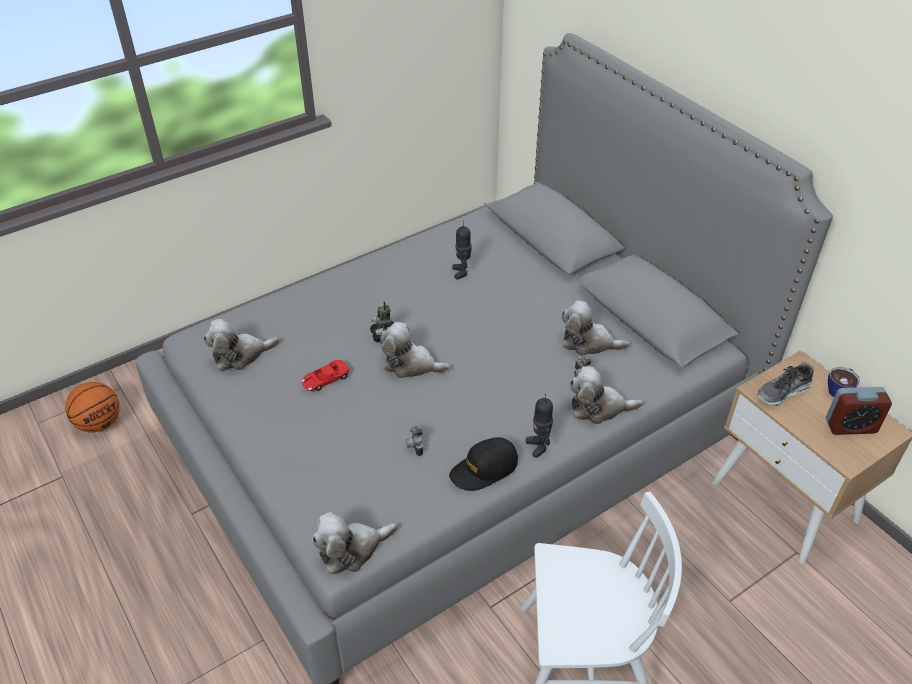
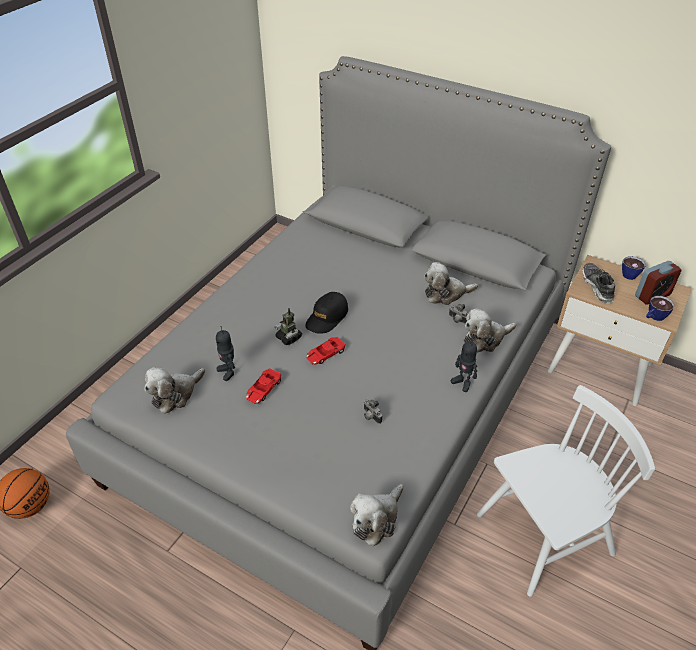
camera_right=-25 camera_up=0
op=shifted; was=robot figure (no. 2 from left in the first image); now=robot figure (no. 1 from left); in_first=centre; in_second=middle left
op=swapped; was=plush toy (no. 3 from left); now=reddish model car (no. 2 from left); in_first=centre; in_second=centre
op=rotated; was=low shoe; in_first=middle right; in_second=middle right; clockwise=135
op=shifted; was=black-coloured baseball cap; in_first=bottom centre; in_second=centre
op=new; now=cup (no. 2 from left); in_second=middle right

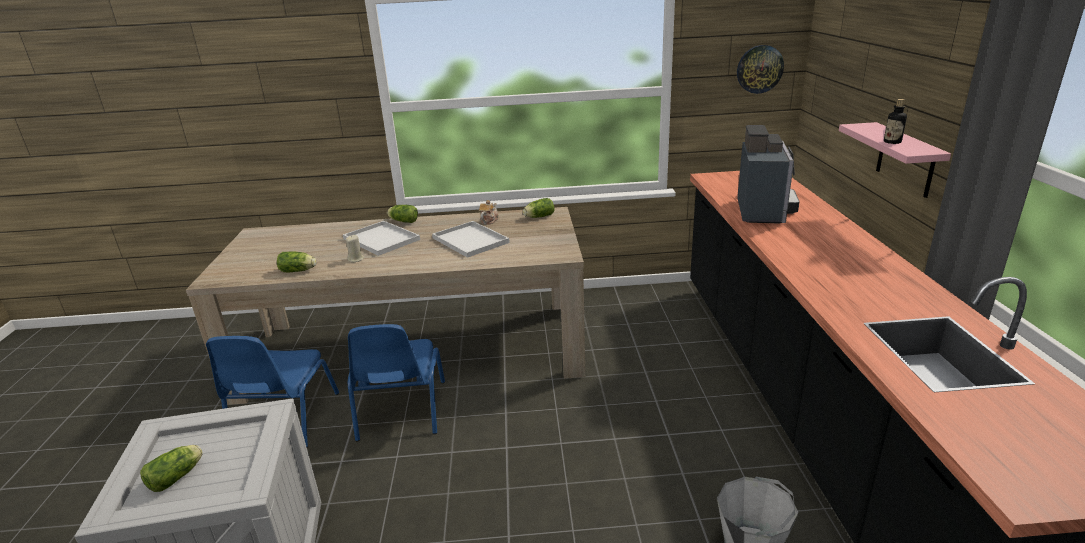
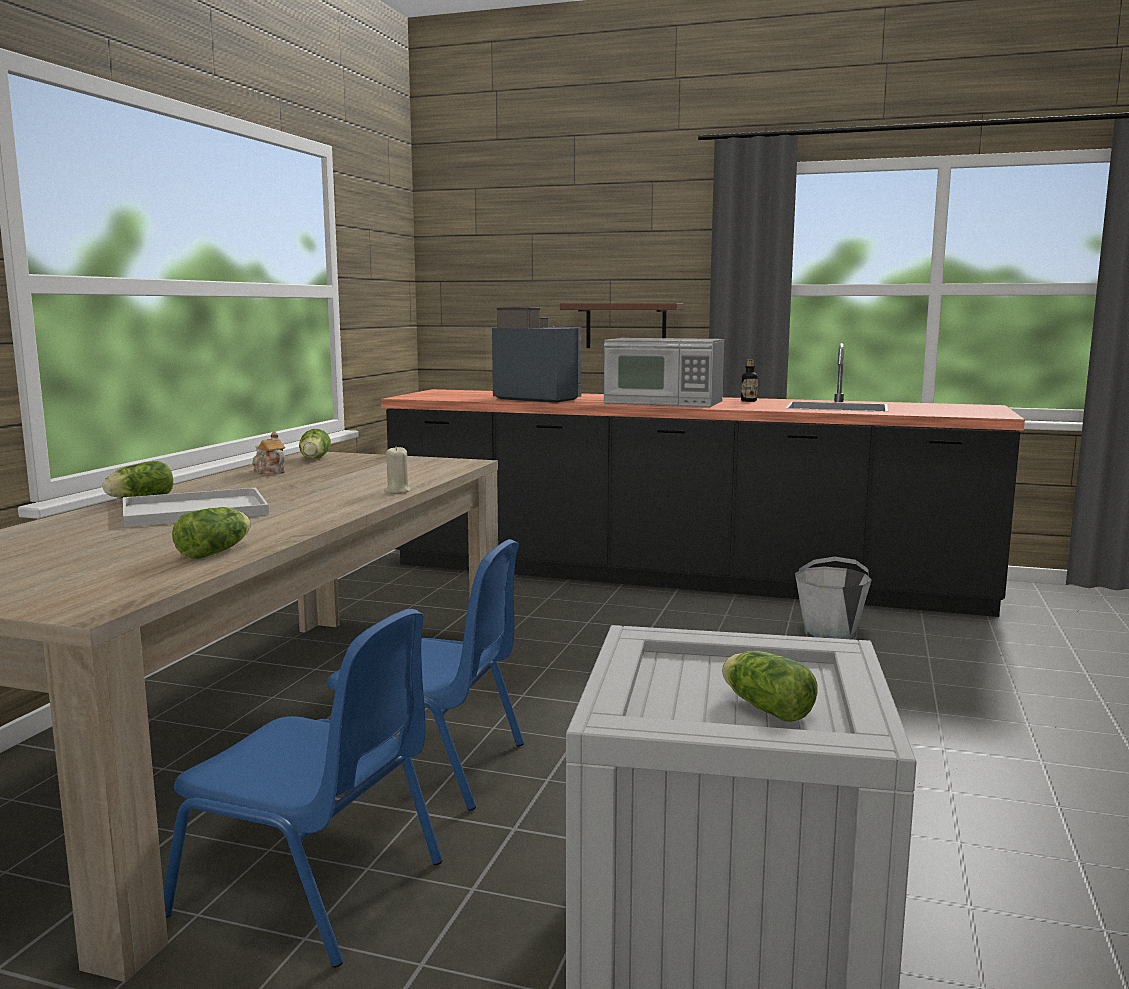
camera_right=-70 camera_up=-15
op=gone; was=clock on the wall; in_first=top right
op=shifted; was=bottle; in_first=top right; in_second=centre
op=repainted; was=pinkish shelf; now=brownish shelf; in_first=top right; in_second=top centre
op=gone; was=white-coloured tray (no. 2 from left); in_first=centre
op=shifted; was=beige wax light; in_first=middle left; in_second=centre
op=new; now=kitchen microwave; in_second=centre

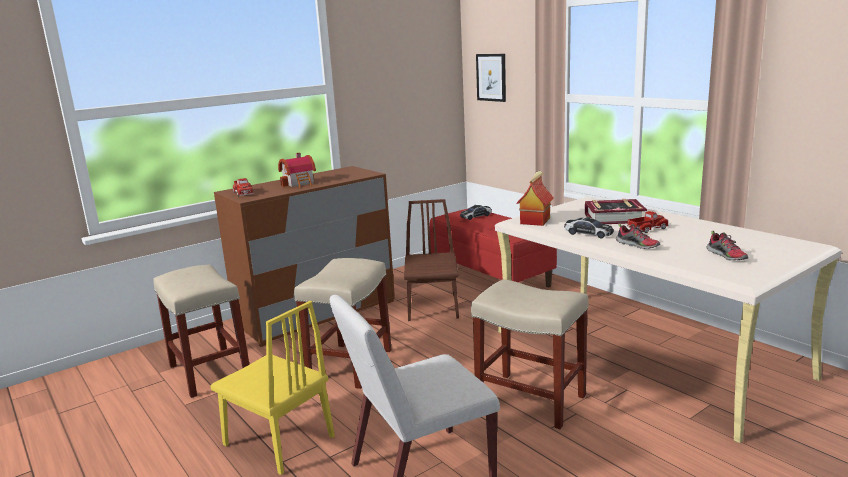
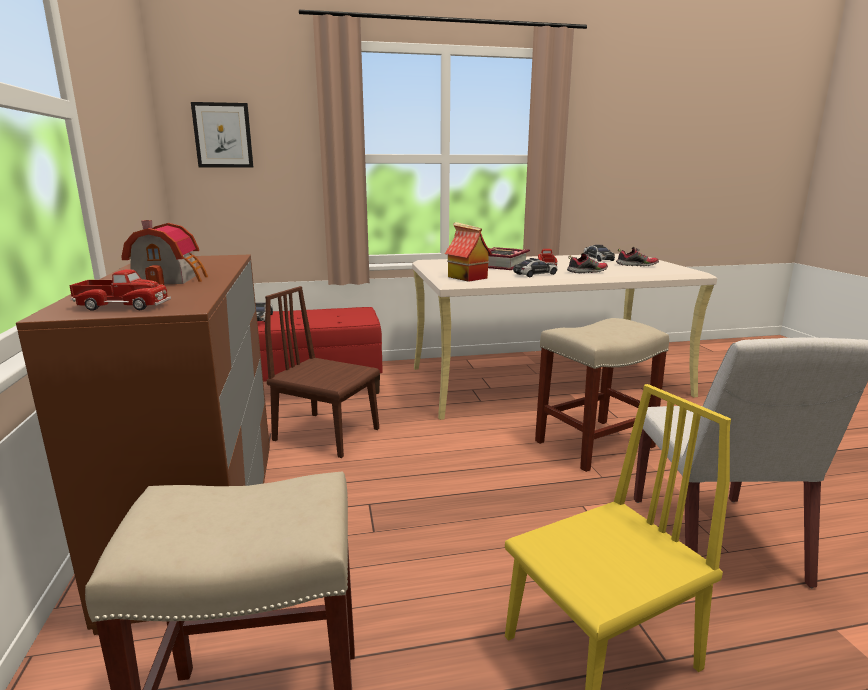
camera_right=-65 camera_up=0
op=gone; was=beige stool (no. 2 from left); in_first=bottom centre
op=new; now=model car (no. 3 from left); in_second=middle right

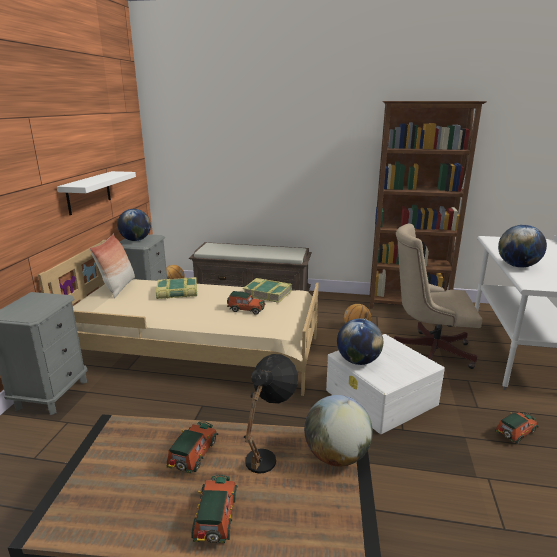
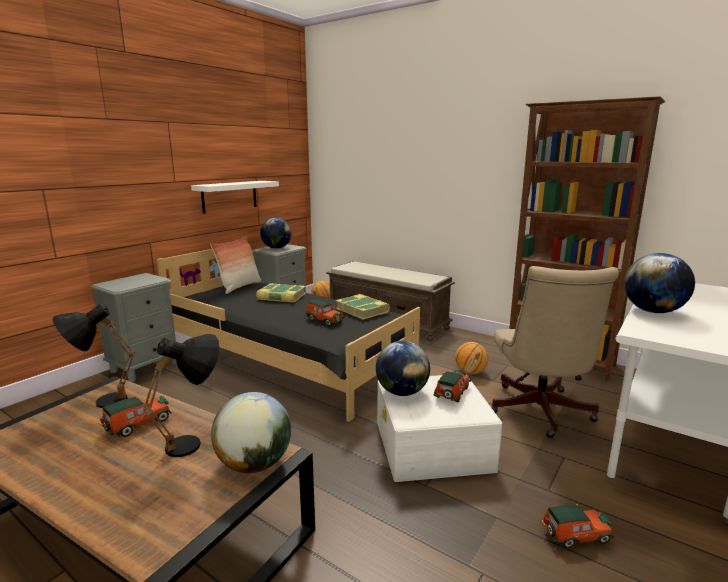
camera_right=25 camera_up=-5
op=rotated; was=beige office chair; in_first=middle right; in_second=middle right; clockwise=-120
op=repainted; was=beige bed; now=black-coloured bed; in_first=middle left; in_second=centre
op=shifted; was=model car (no. 2 from left in the first image); now=model car (no. 3 from left); in_first=bottom centre; in_second=centre
op=new; now=black-coloured table lamp (no. 1 from left); in_second=middle left

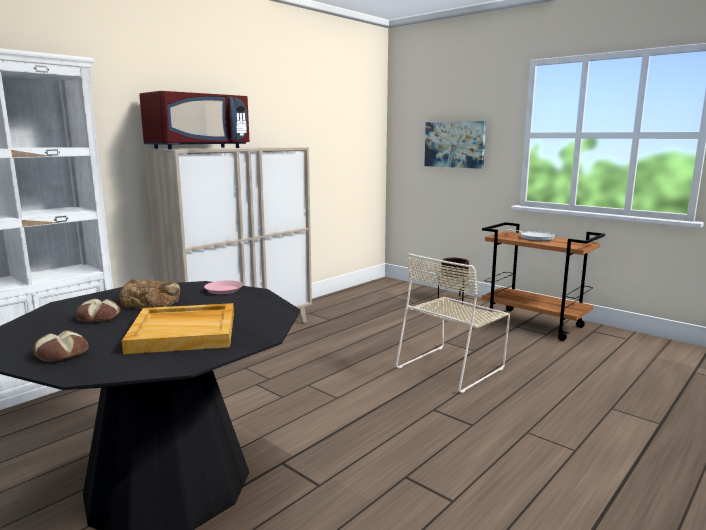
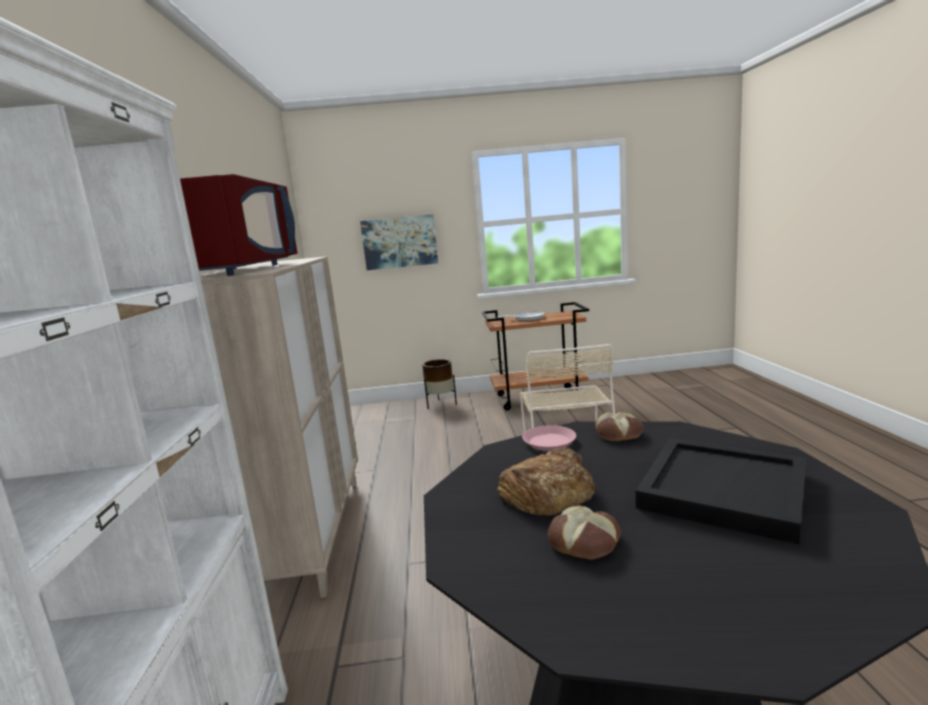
camera_right=-45 camera_up=0
op=repainted; was=beige tray; now=black-coloured tray; in_first=middle left; in_second=bottom right
op=shifted; was=baked bread (no. 1 from left in the first image); now=baked bread (no. 3 from left); in_first=middle left; in_second=middle right

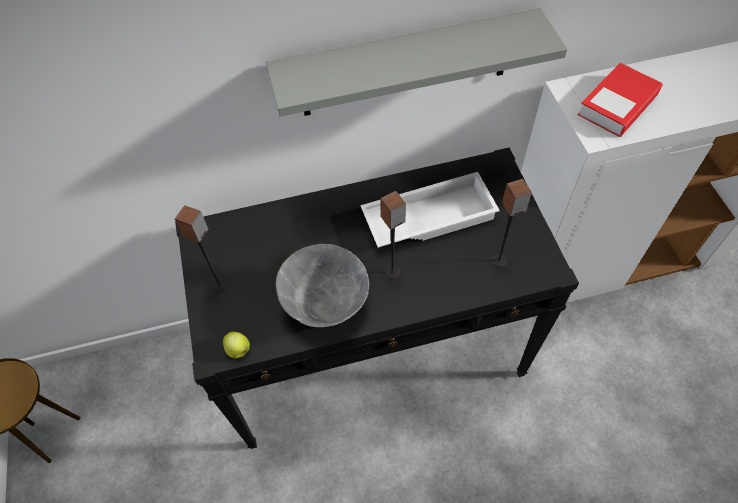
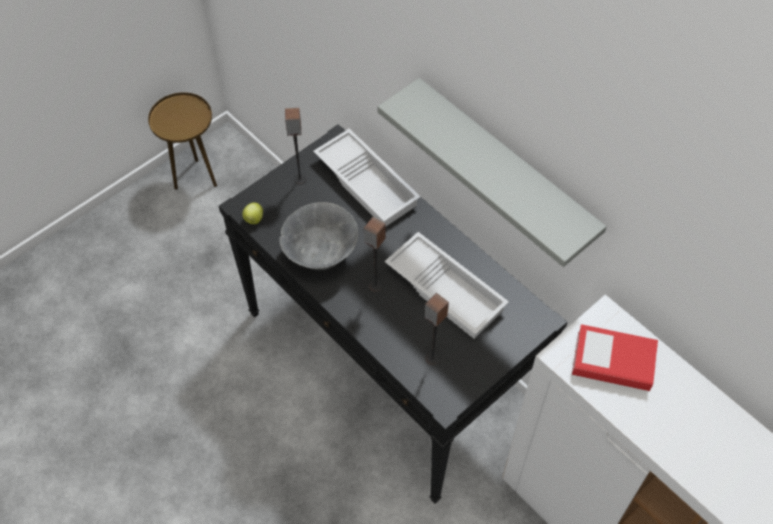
camera_right=60 camera_up=0
op=new; now=white-coloured tray (no. 1 from left); in_second=centre

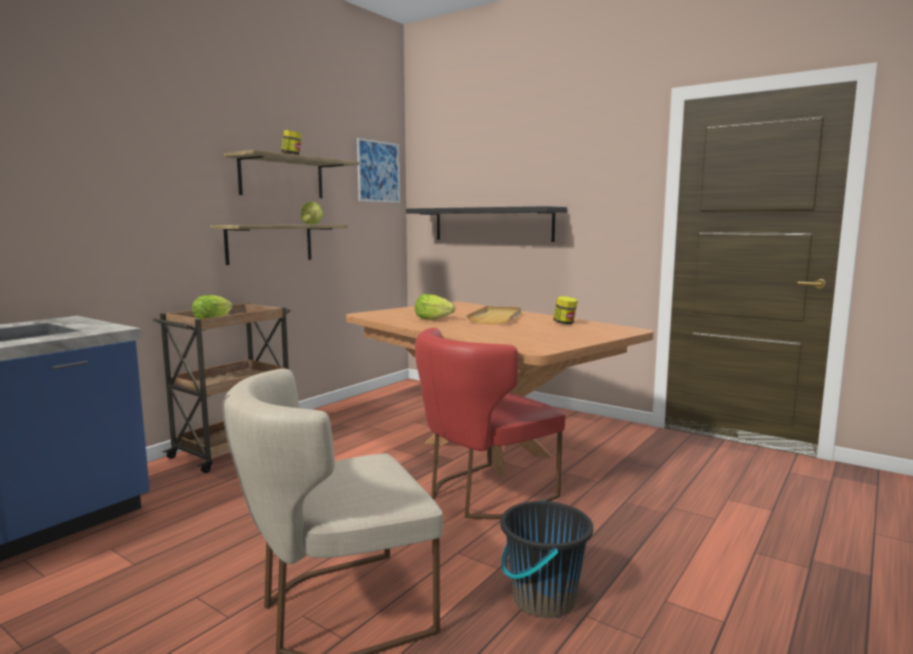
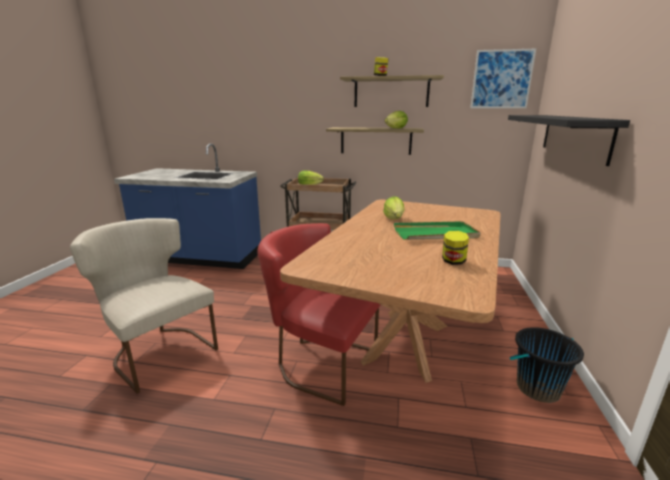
camera_right=65 camera_up=10
op=repainted; was=beige tray; now=greenish tray; in_first=centre; in_second=centre
op=shifted; was=black-coloured bucket; in_first=bottom centre; in_second=bottom right

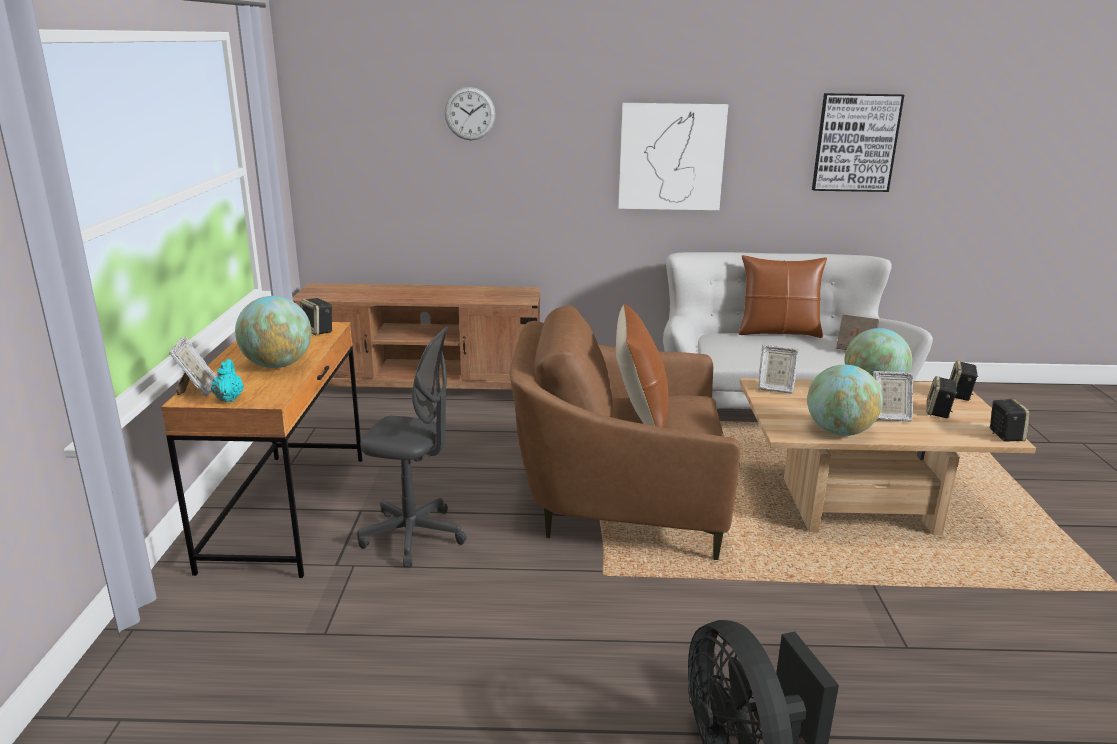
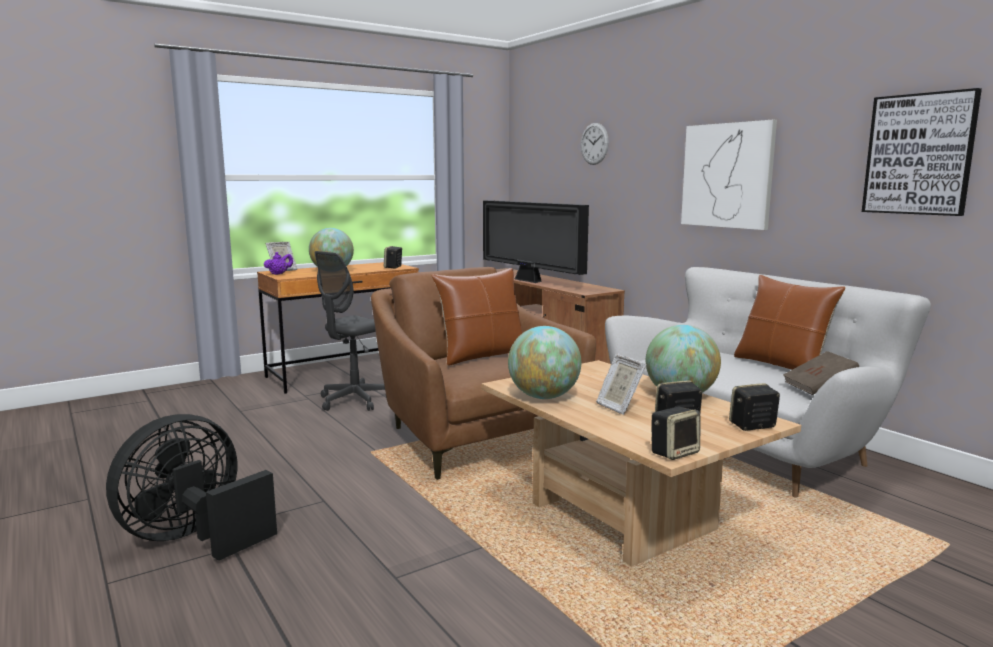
camera_right=55 camera_up=-10
op=rotated; was=grey office chair; in_first=centre; in_second=centre; clockwise=60
op=gone; was=photo frame (no. 2 from left); in_first=middle right
op=repainted; was=turquoise-coloured teapot; now=purplish teapot; in_first=middle left; in_second=middle left
op=new; now=television; in_second=centre

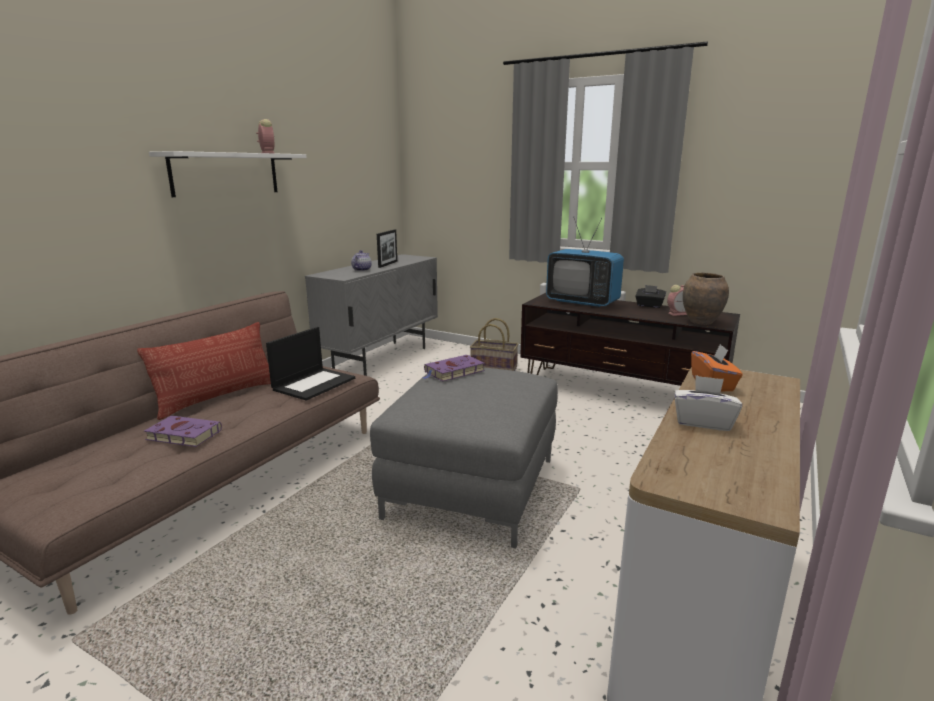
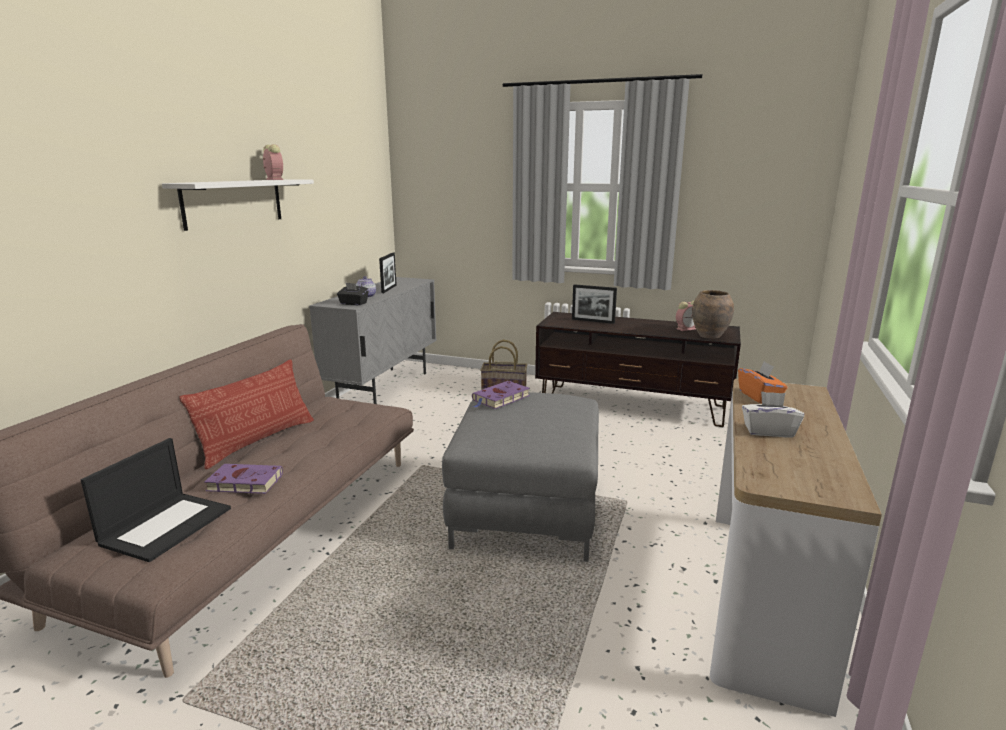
camera_right=-10 camera_up=0
op=swapped; was=television; now=photo frame (no. 2 from left); in_first=centre; in_second=centre
op=shifted; was=black-coloured box of tissues; in_first=middle right; in_second=centre
op=shifted; was=notebook computer; in_first=middle left; in_second=bottom left

